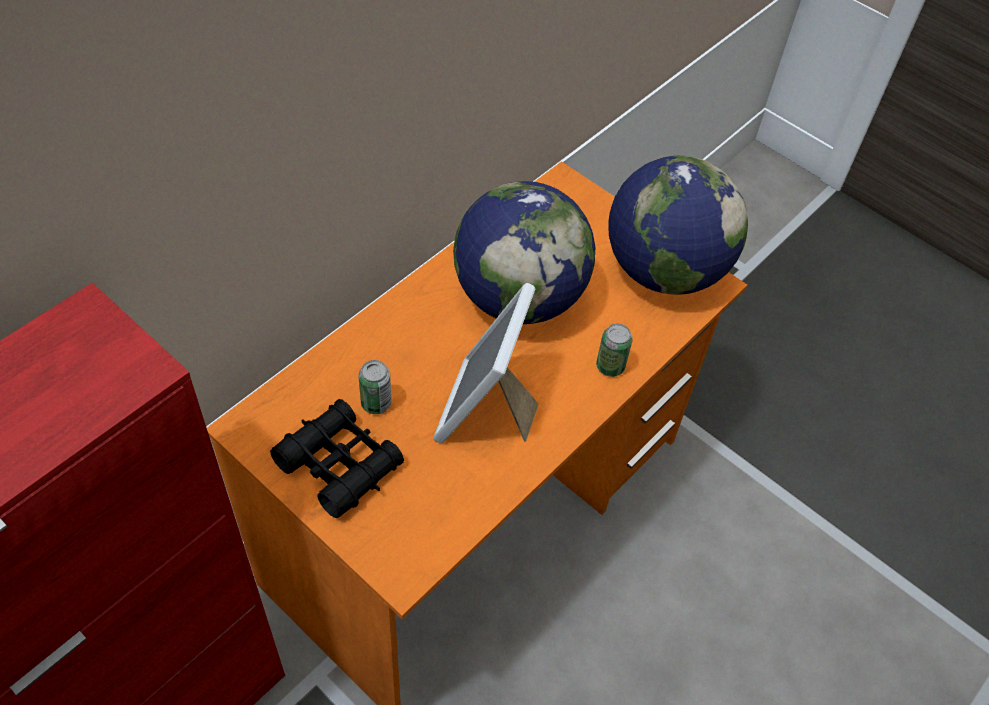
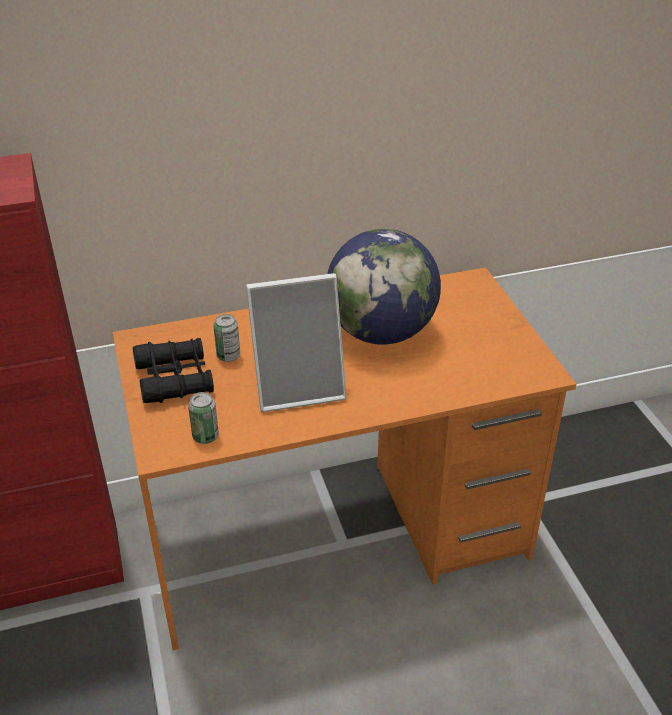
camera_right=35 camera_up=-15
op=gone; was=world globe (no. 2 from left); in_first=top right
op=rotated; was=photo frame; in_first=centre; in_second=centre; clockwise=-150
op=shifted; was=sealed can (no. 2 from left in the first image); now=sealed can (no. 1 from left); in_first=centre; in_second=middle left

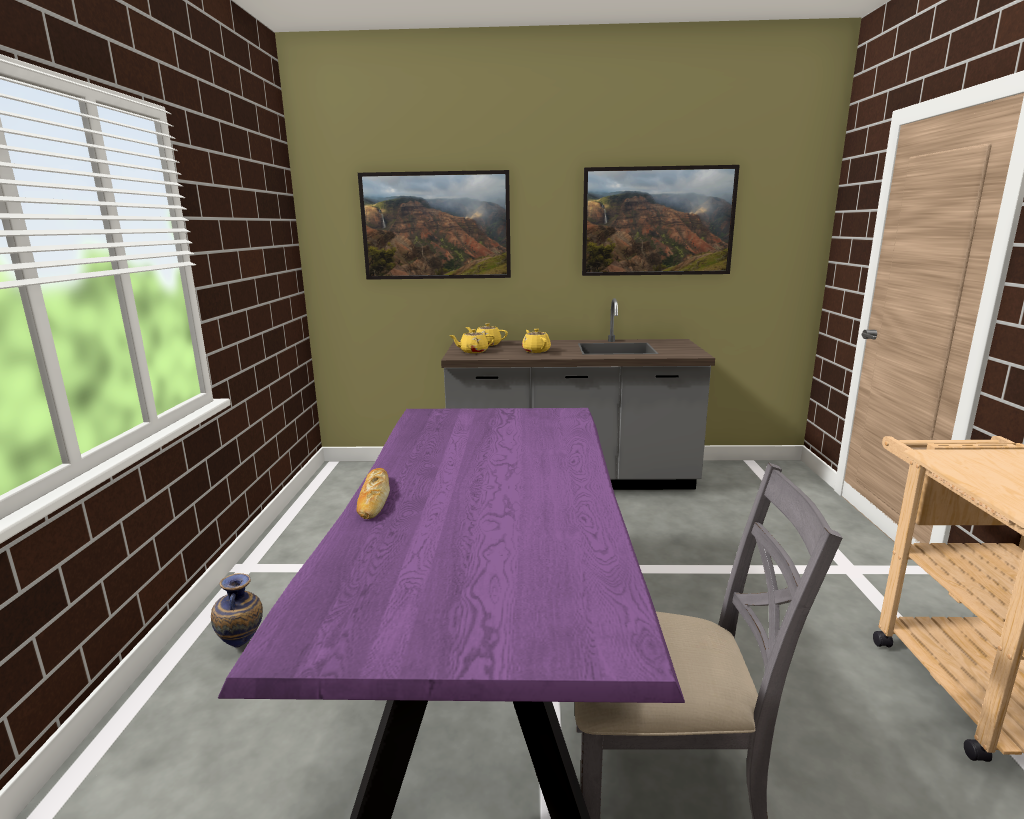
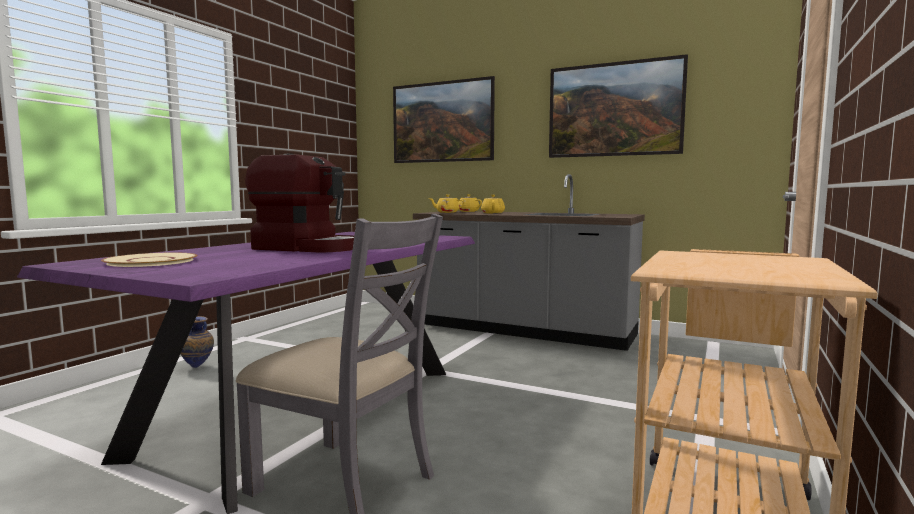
camera_right=25 camera_up=-10
op=gone; was=baked bread; in_first=centre
op=new; now=coffee brewer; in_second=middle left
op=new; now=beige plate; in_second=middle left

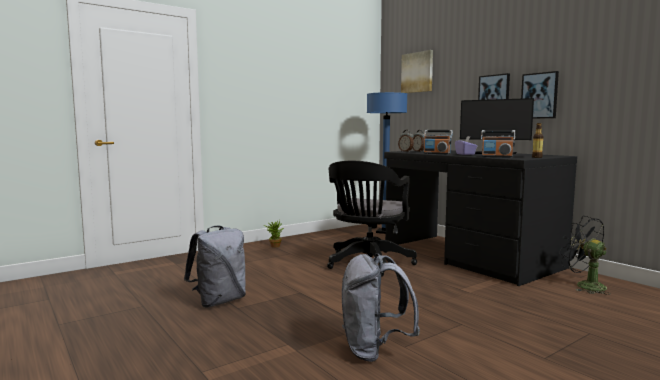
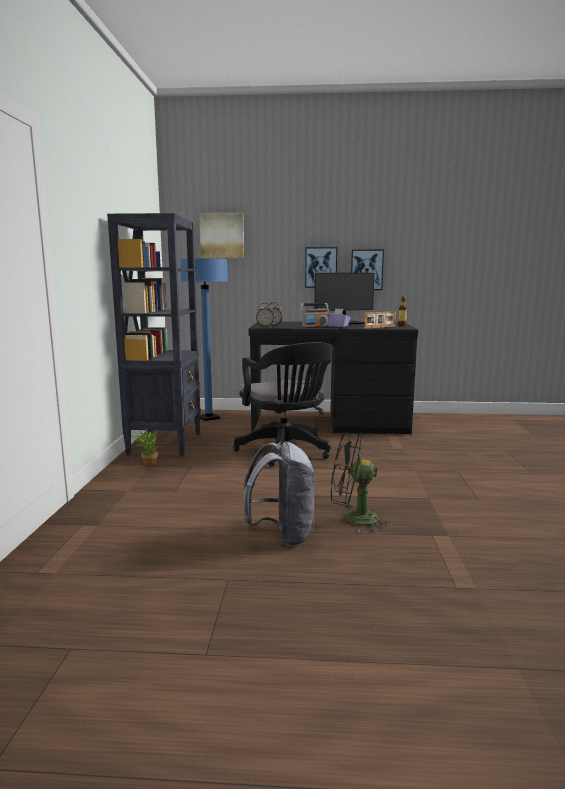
camera_right=-50 camera_up=5
op=swapped; was=radio set (no. 2 from left); now=photo frame; in_first=middle right; in_second=middle right
op=shifted; was=black-coloured electric fan; in_first=bottom right; in_second=centre
op=gone; was=grey rucksack (no. 2 from left); in_first=bottom centre
op=new; now=black-coloured bookcase; in_second=middle left

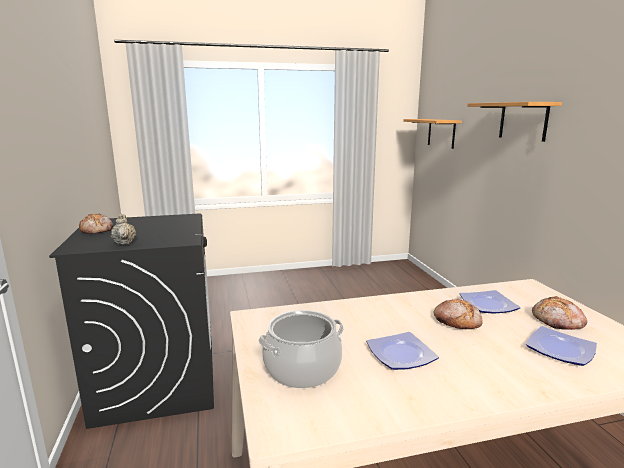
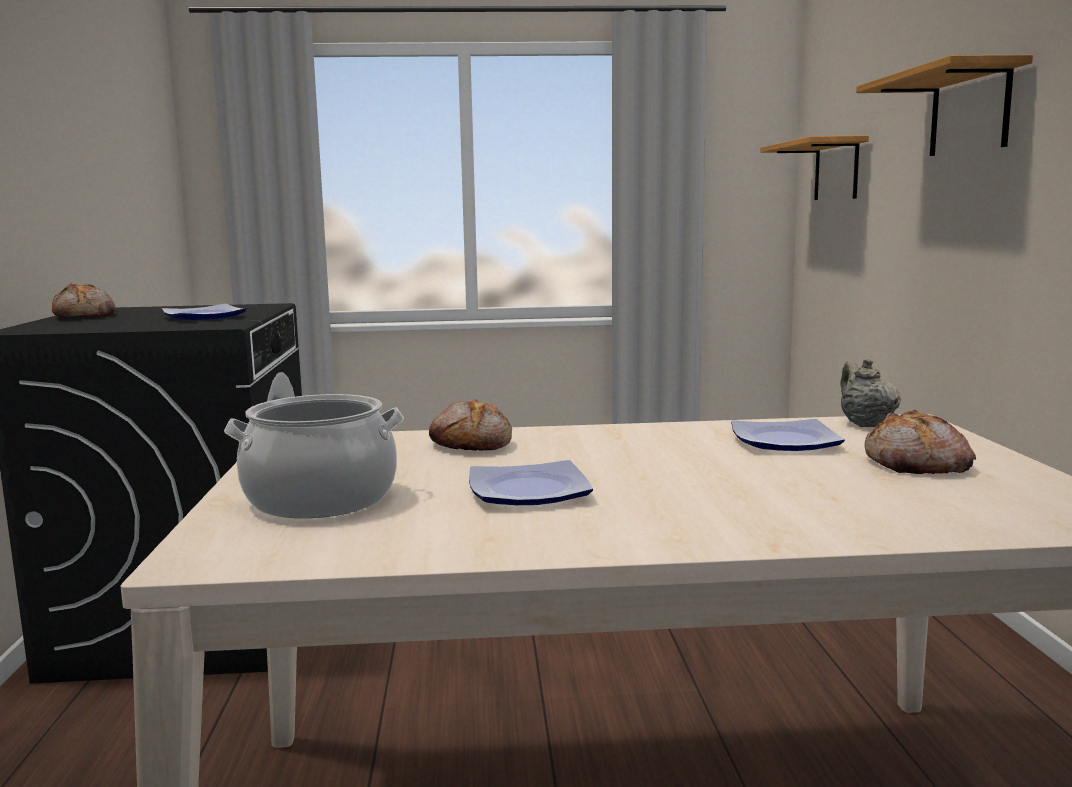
camera_right=10 camera_up=-5
op=shifted; was=beige teapot; in_first=middle left; in_second=middle right
op=shifted; was=baked bread (no. 2 from left); in_first=bottom right; in_second=centre
op=shifted; was=plate (no. 3 from left in the first image); now=plate (no. 1 from left); in_first=bottom right; in_second=middle left

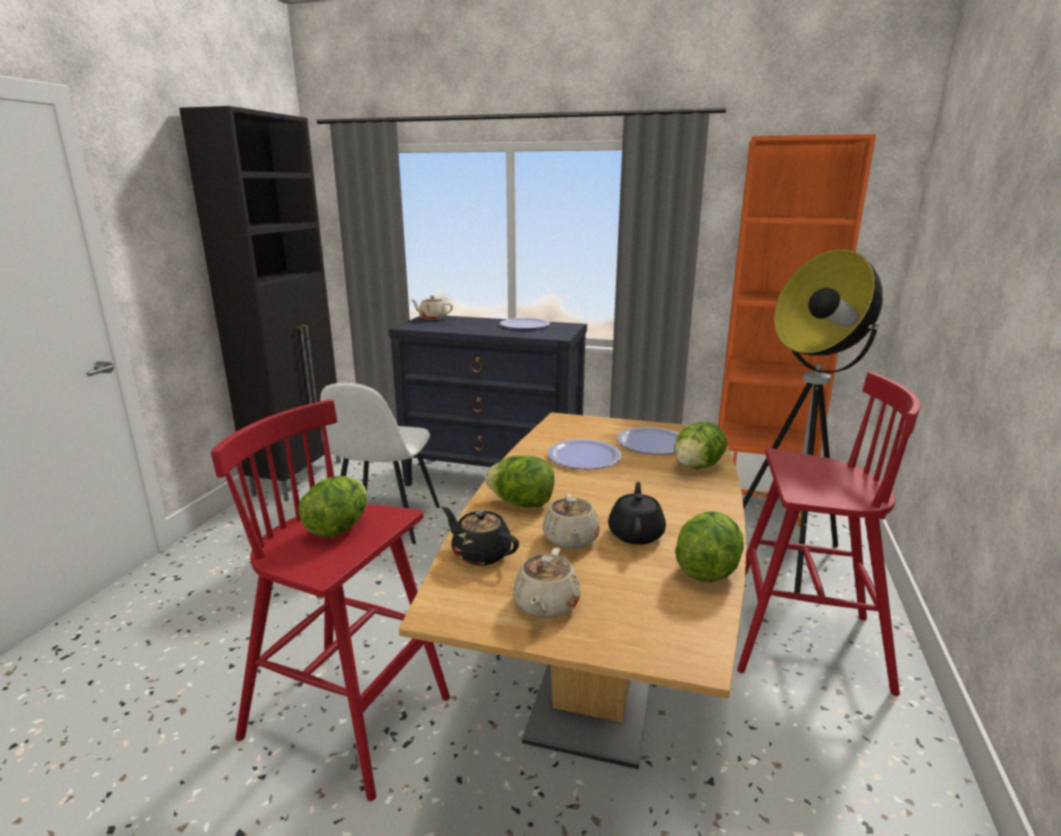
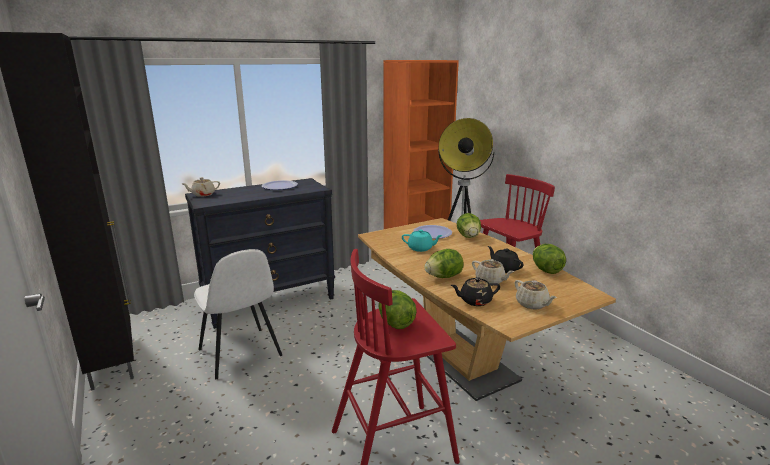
camera_right=-45 camera_up=0
op=swapped; was=plate (no. 2 from left); now=turquoise-coloured teapot; in_first=centre; in_second=centre

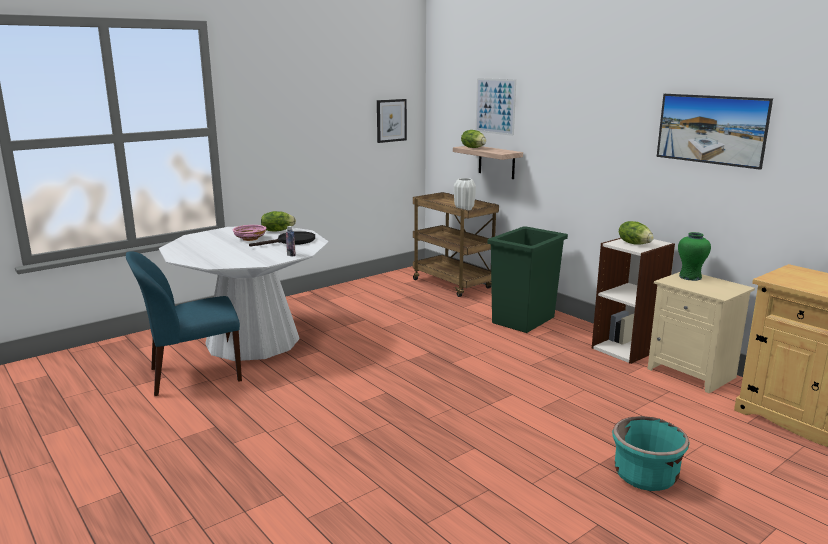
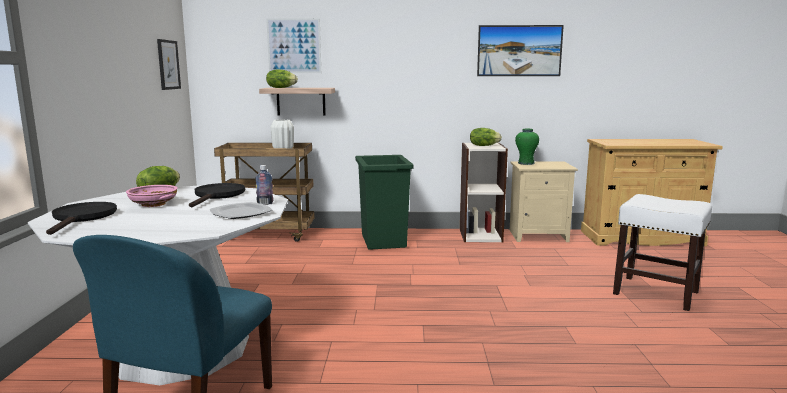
camera_right=-50 camera_up=-5
op=swapped; was=turquoise-coloured flower pot; now=white-coloured stool; in_first=bottom right; in_second=middle right
op=new; now=black-coloured pan (no. 1 from left); in_second=middle left
op=new; now=plate; in_second=middle left

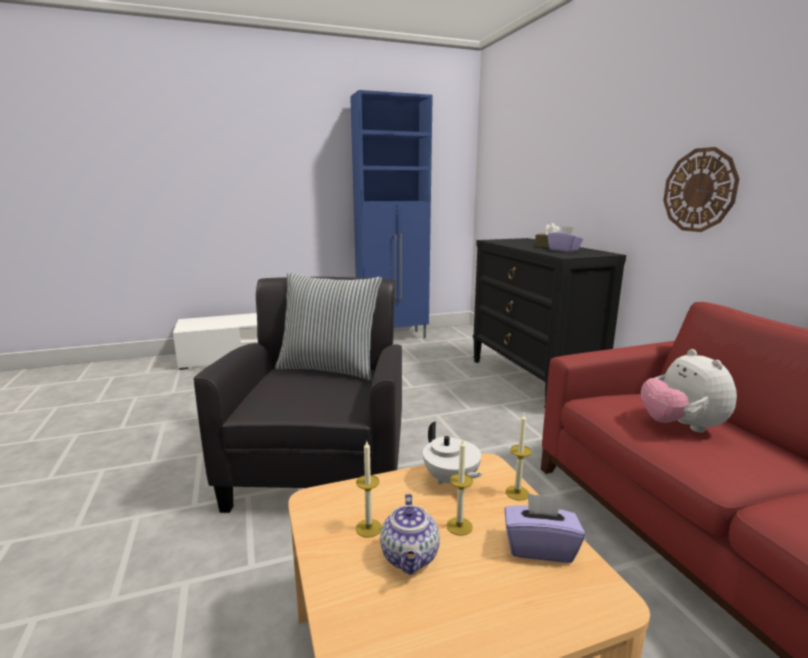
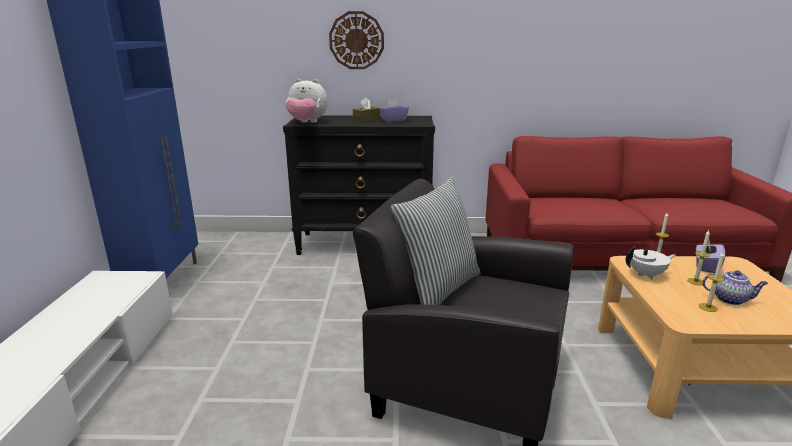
camera_right=-70 camera_up=5
op=shifted; was=clock on the wall; in_first=top right; in_second=top centre
op=shifted; was=plush toy; in_first=middle right; in_second=top centre

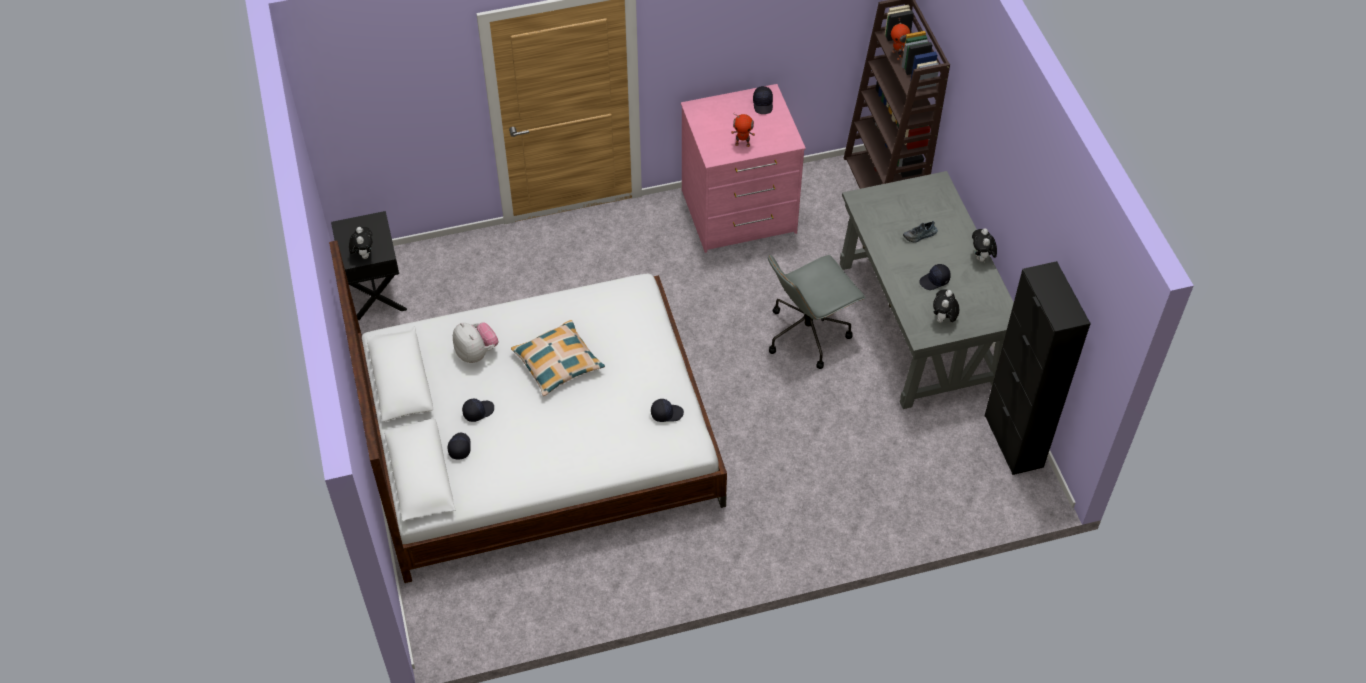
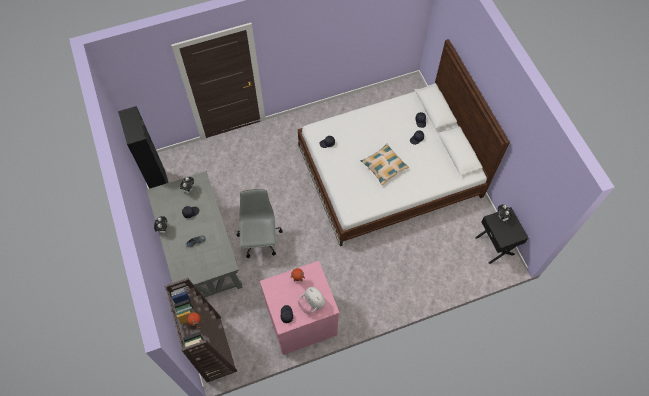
camera_right=175 camera_up=10
op=rotated; was=grey office chair; in_first=centre; in_second=centre; clockwise=-60
op=shifted; was=plush toy (no. 2 from left in the first image); now=plush toy (no. 3 from left); in_first=centre; in_second=bottom centre

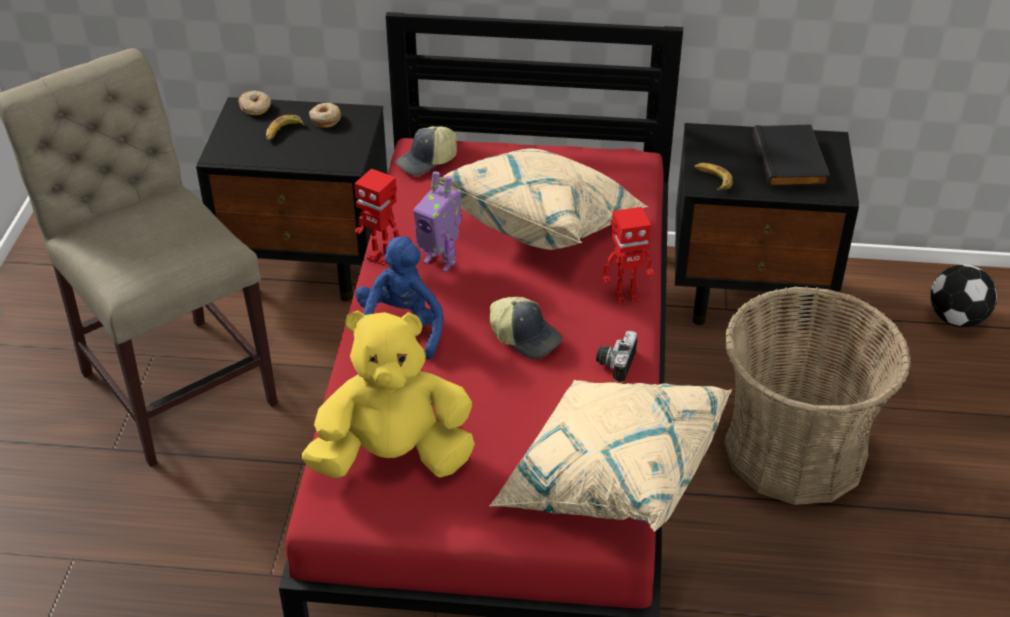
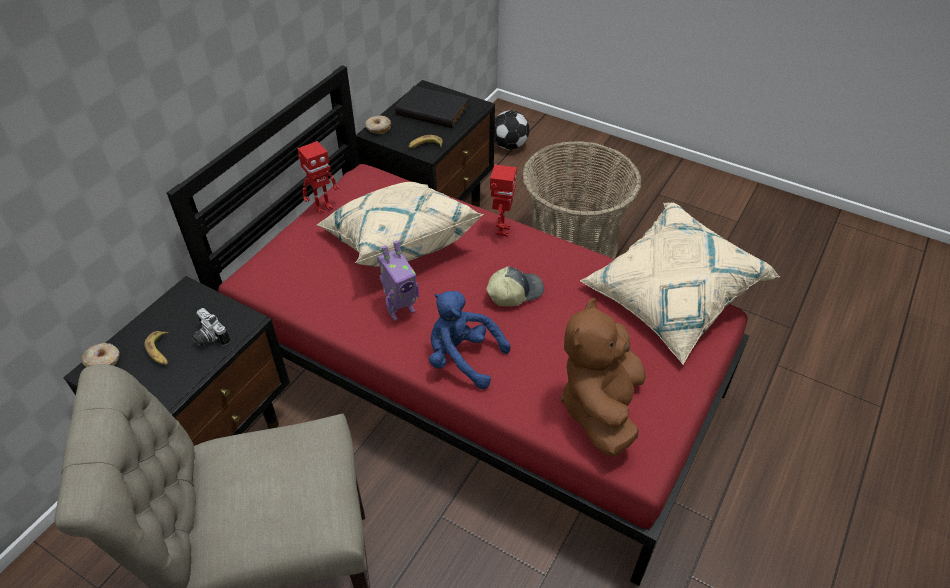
camera_right=-65 camera_up=5
op=shifted; was=donut (no. 2 from left); in_first=top left; in_second=top centre
op=gone; was=baseball cap (no. 1 from left); in_first=top centre
op=shifted; was=robot figure (no. 1 from left); in_first=centre; in_second=top centre
op=repainted; was=yellowish plush toy; now=brownish plush toy; in_first=centre; in_second=centre
op=shifted; was=still camera; in_first=centre; in_second=middle left

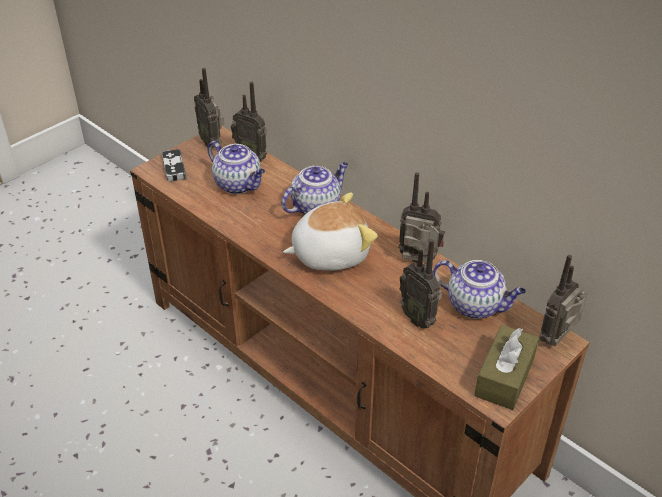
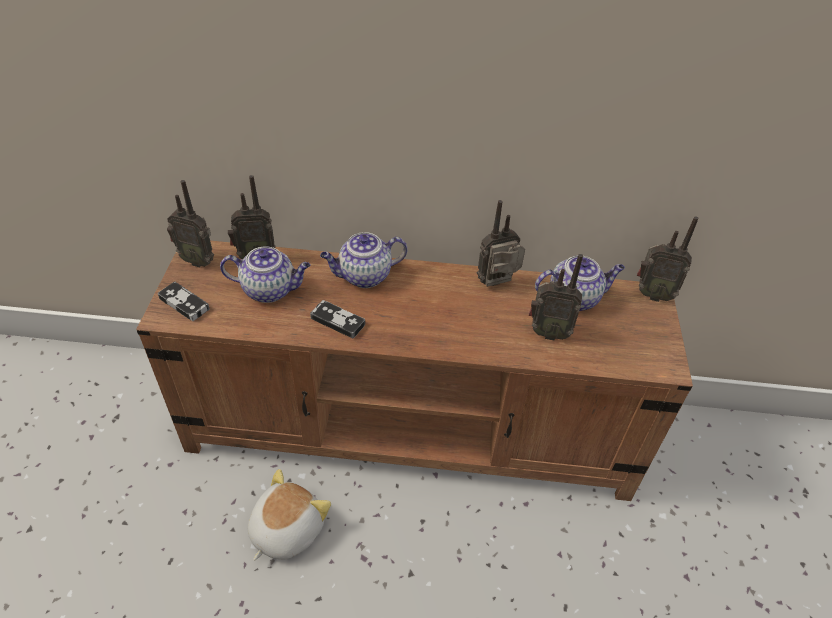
camera_right=-40 camera_up=5
op=rotated; was=teapot (no. 2 from left); in_first=centre; in_second=centre; clockwise=-120
op=shifted; was=plush toy; in_first=centre; in_second=bottom centre
op=rotated; was=radio set (no. 5 from left); in_first=middle right; in_second=middle right; clockwise=-75
op=gone; was=brownish box of tissues; in_first=bottom right
op=new; now=gamepad (no. 2 from left); in_second=centre

